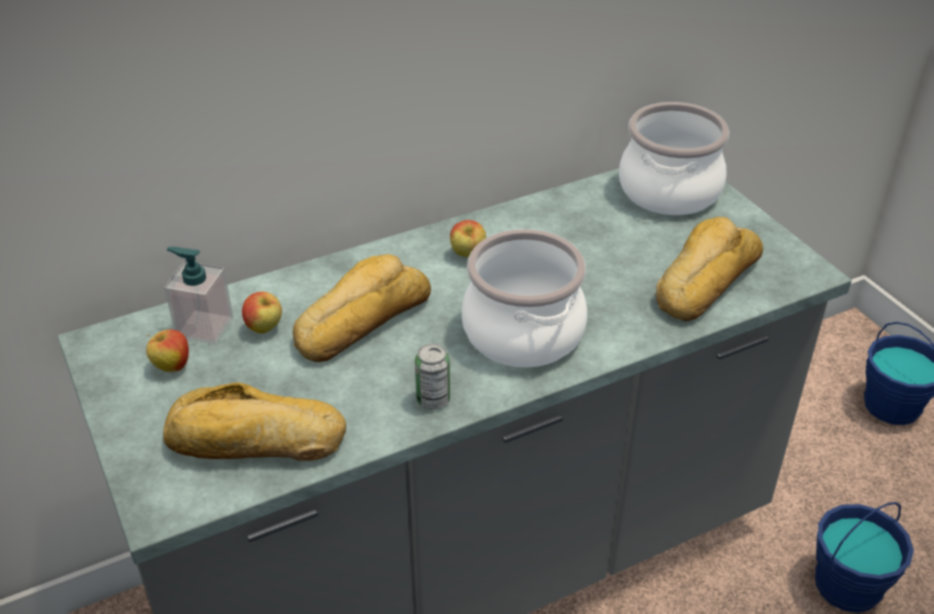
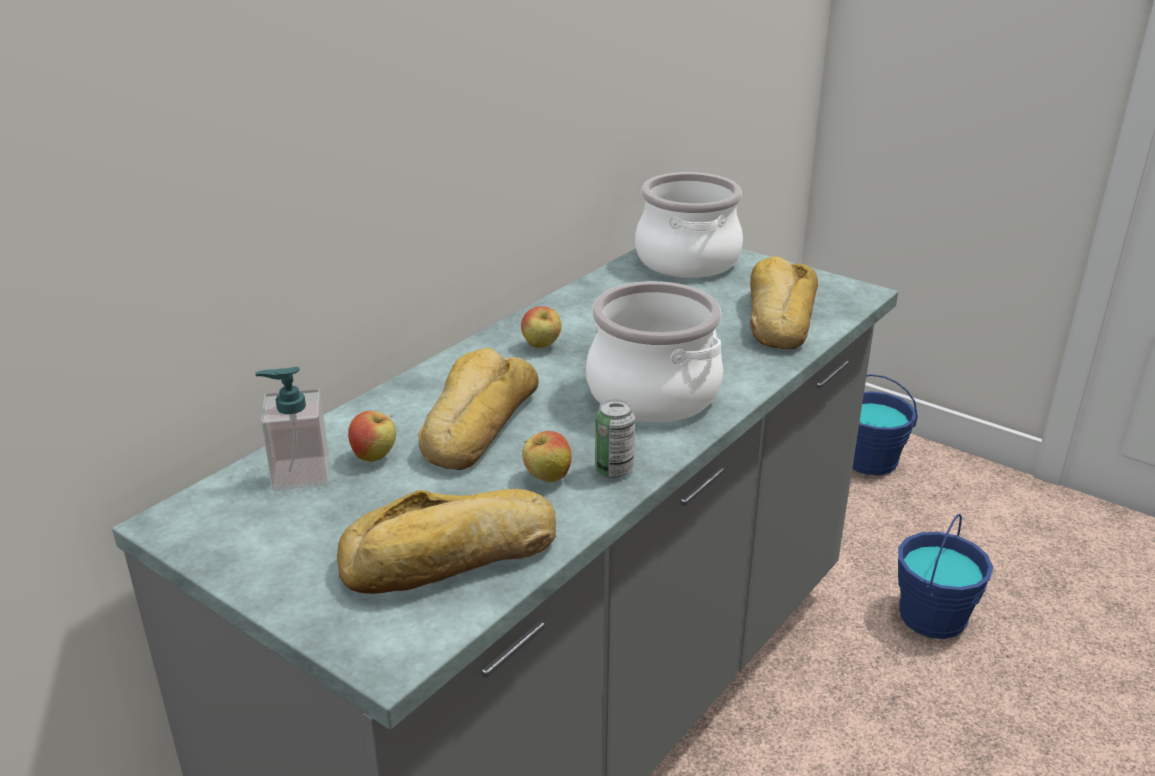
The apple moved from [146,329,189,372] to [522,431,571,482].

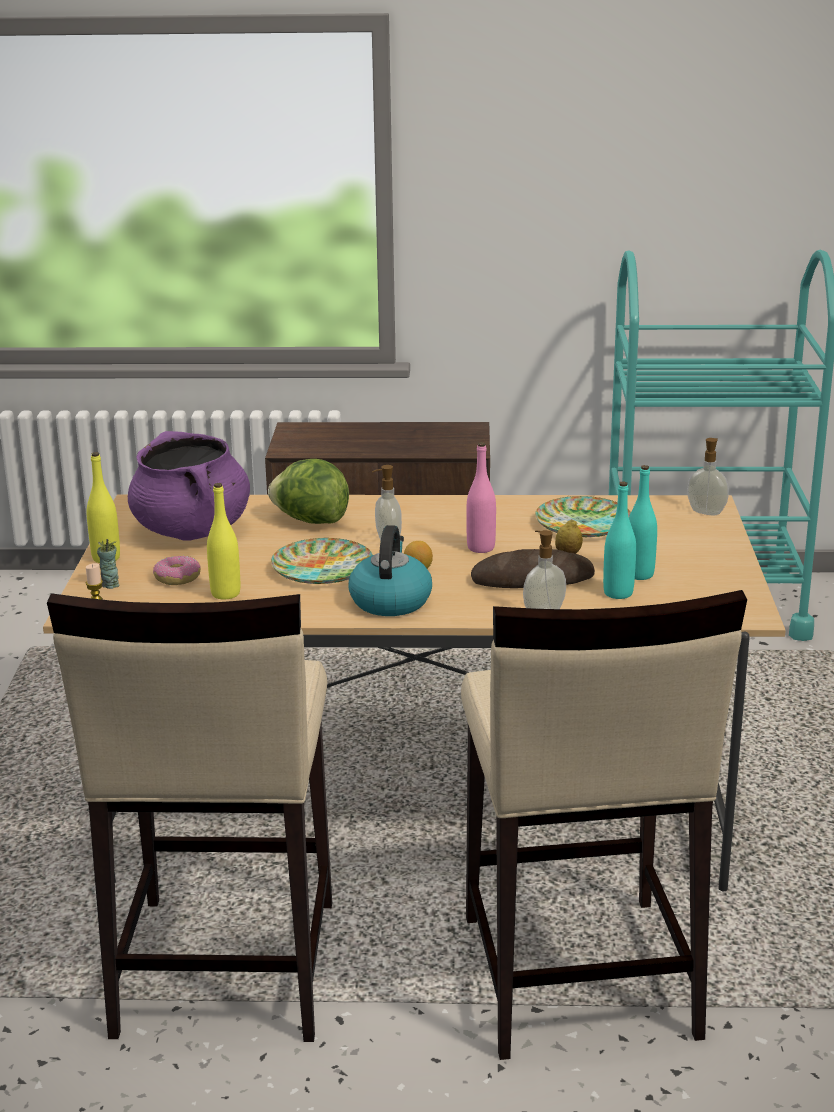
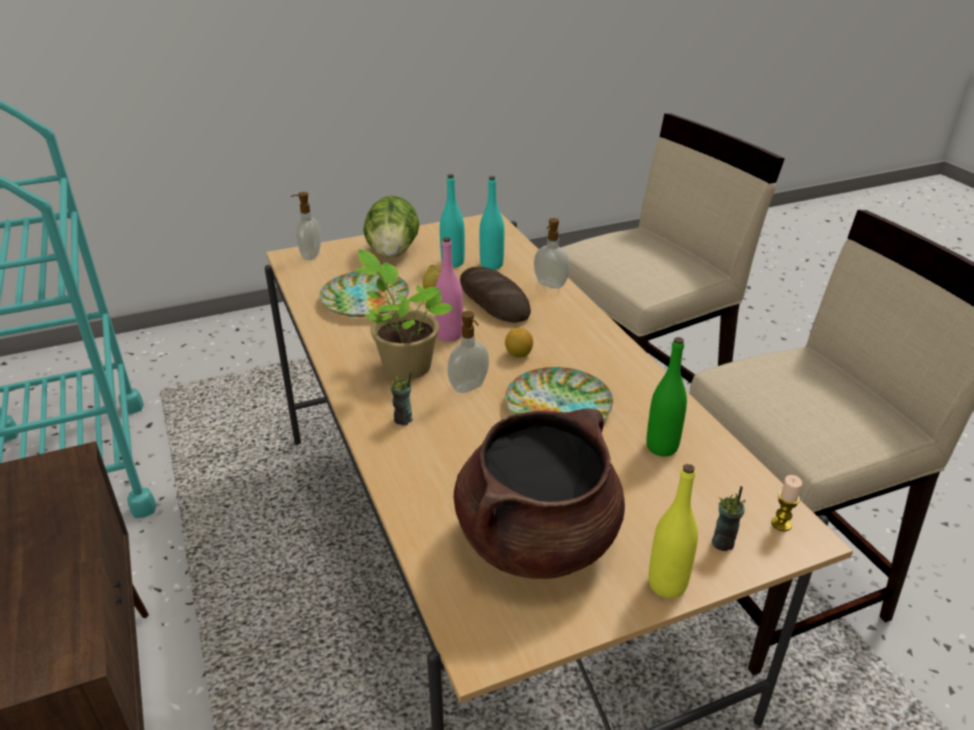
The cooking pot (purple) at [128,431,250,541] became the cooking pot (brown) at [454,409,625,579].
The lettuce moved from [268,459,349,524] to [363,195,419,258].
The bottle (yellow) at [207,483,240,599] became the bottle (green) at [647,337,687,457].
The kettle at [348,525,432,616] disappeared.
The donut at [153,556,201,585] disappeared.
The potted plant at [355,249,454,380] appeared.
The cup at [390,371,413,426] appeared.

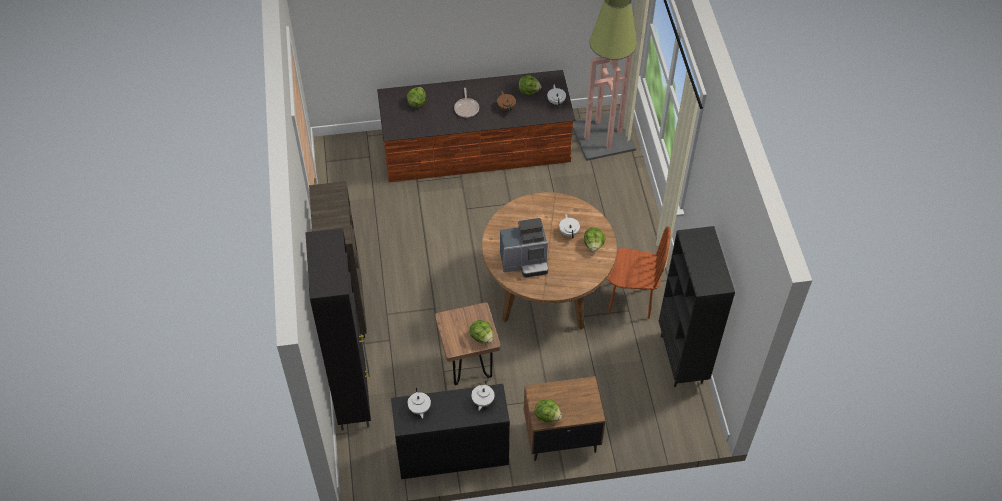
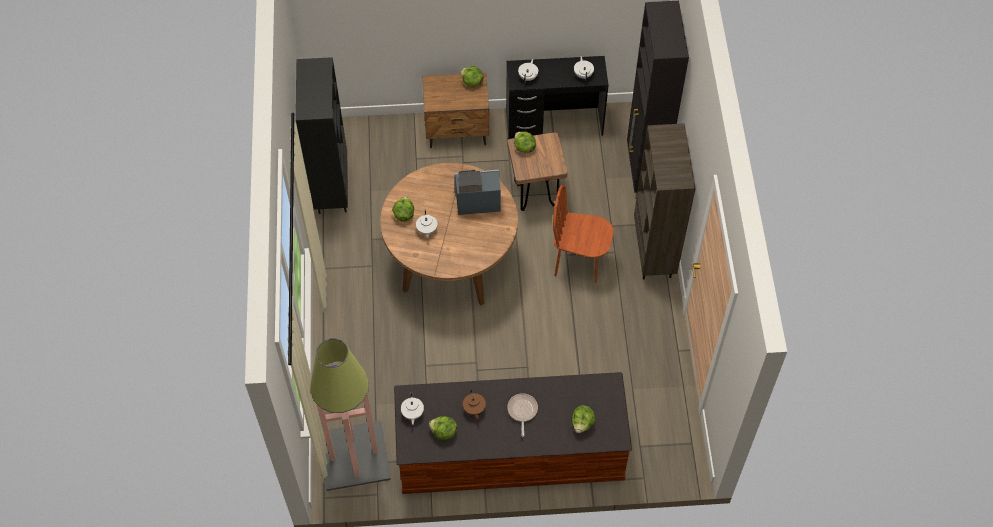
The chair (brown) moved from [607,226,671,319] to [553,184,614,283].

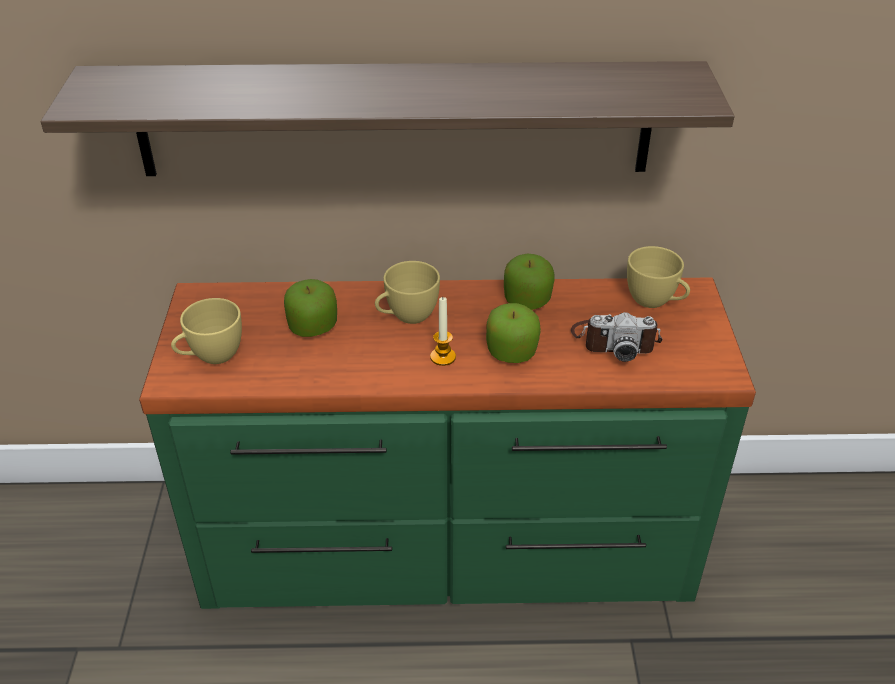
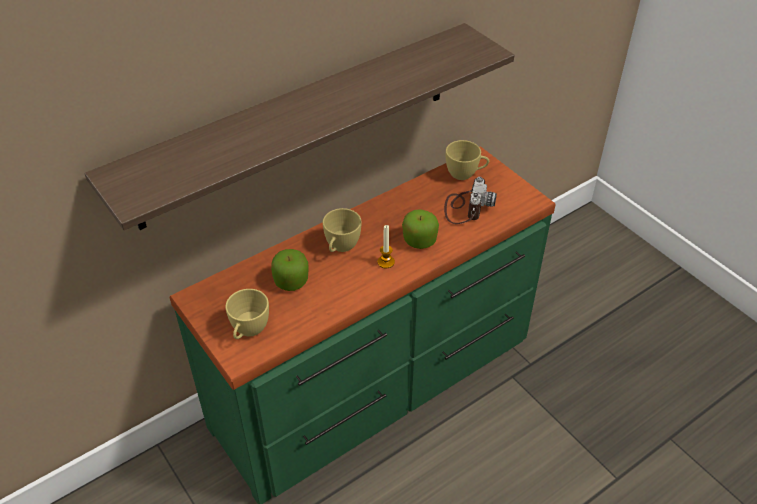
The apple at [504,254,554,310] disappeared.
The photo camera at [571,312,662,362] turned 45 degrees counterclockwise.

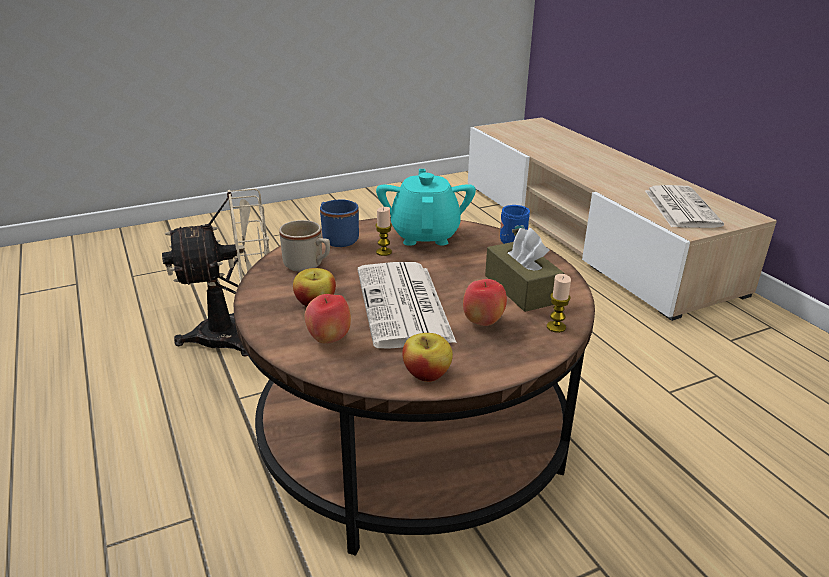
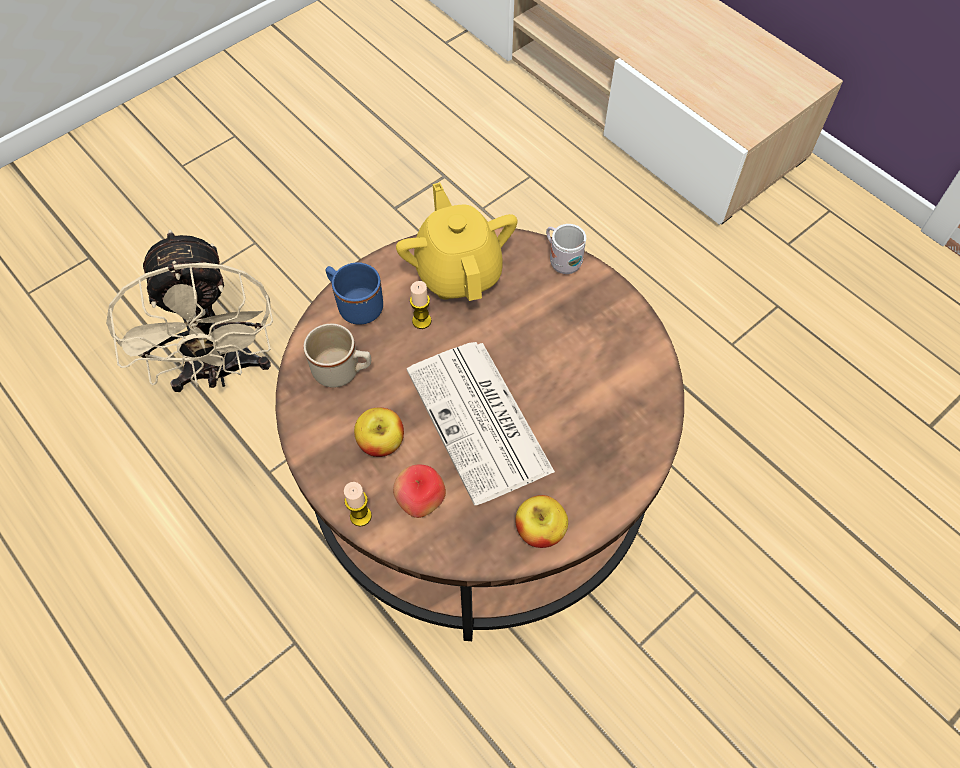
The teapot (turquoise) at [376,169,476,246] became the teapot (yellow) at [396,182,518,301].
The newspaper at [645,185,724,228] disappeared.
The fan (beige) at [162,188,270,356] turned 105 degrees clockwise.
The mug (blue) at [500,205,530,244] became the mug (white) at [546,224,586,274].
The tissue box (brown) at [485,228,565,312] disappeared.
The candle moved from [547,274,571,333] to [344,482,372,527].
The apple at [463,279,507,326] disappeared.

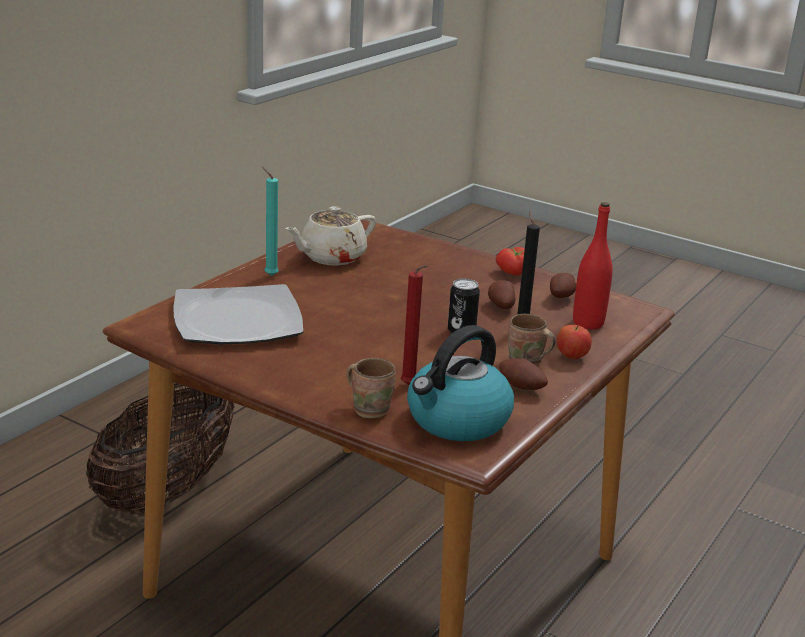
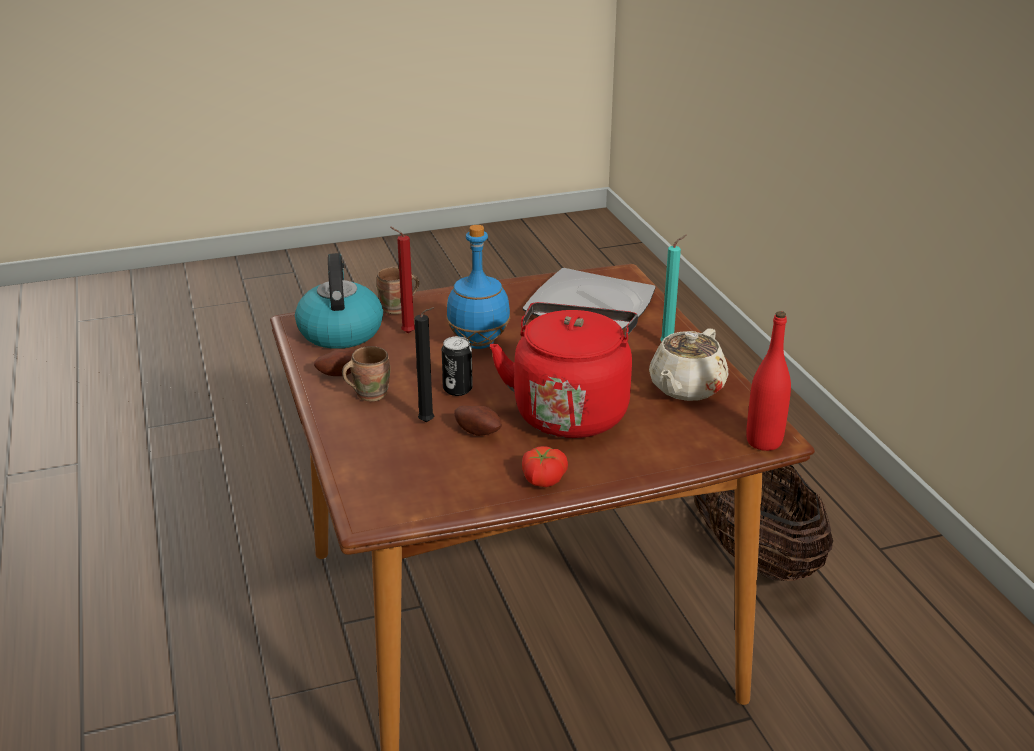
The bottle (red) moved from [573,202,613,329] to [746,311,791,451].
The teapot (beige) at [285,206,376,265] turned 150 degrees counterclockwise.
The potato at [550,273,576,298] disappeared.
The apple at [557,325,592,360] disappeared.
The bottle (blue) at [446,225,510,349] appeared.
The kettle (red) at [490,302,638,438] appeared.

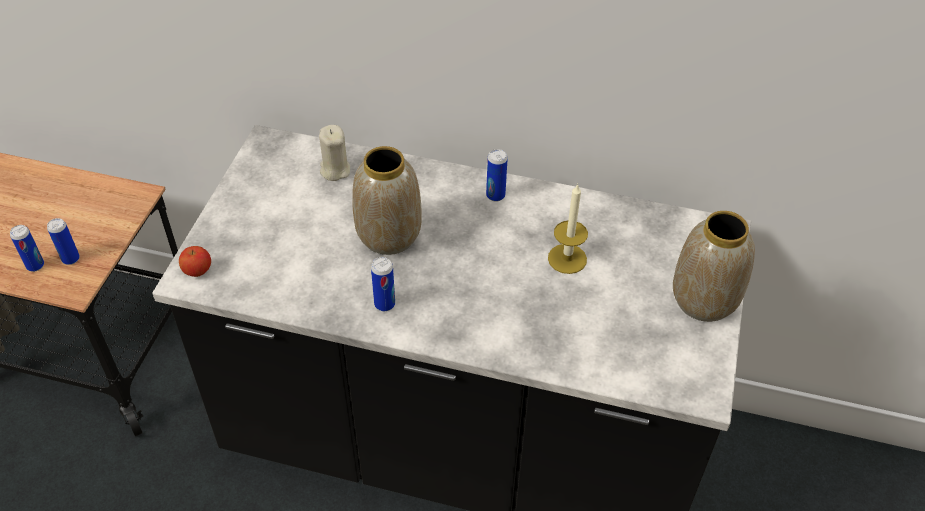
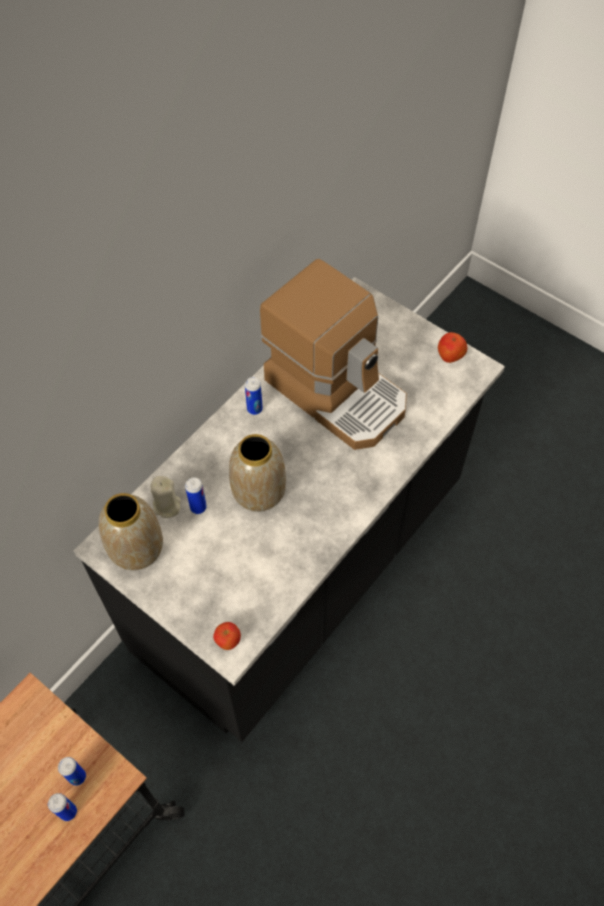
The candle at [548,184,588,274] was replaced by the coffee machine at [260,259,407,450].
The vase moved from [673,211,755,322] to [99,493,163,570].
The can moved from [371,257,395,311] to [185,477,207,514].
The apple at [438,332,467,363] appeared.

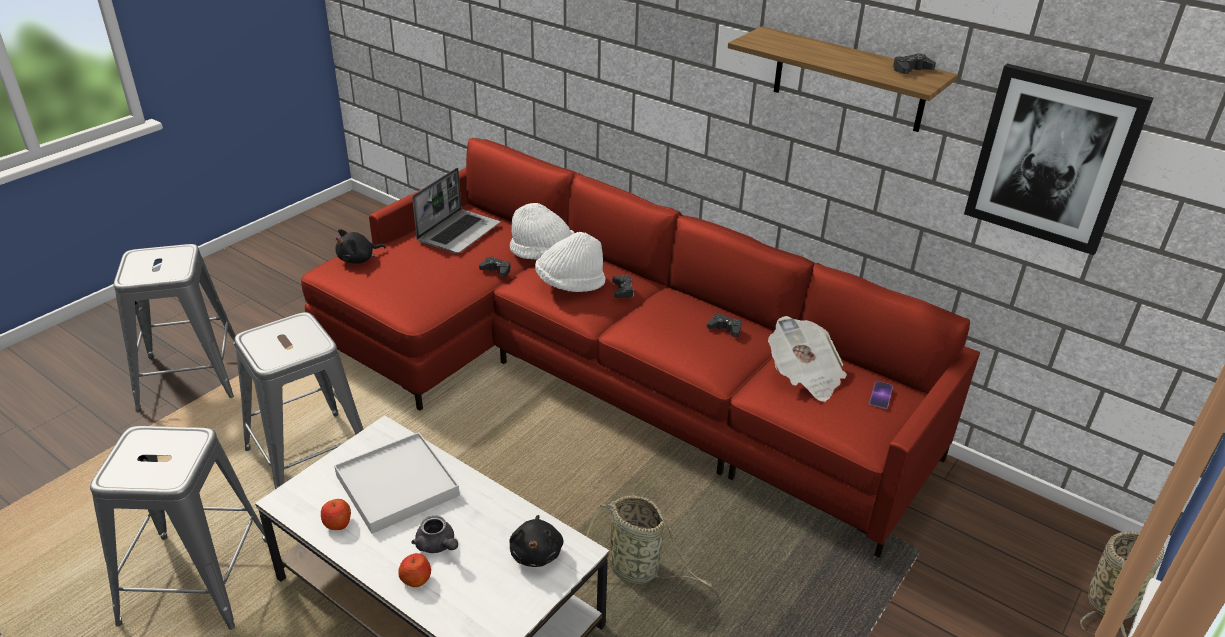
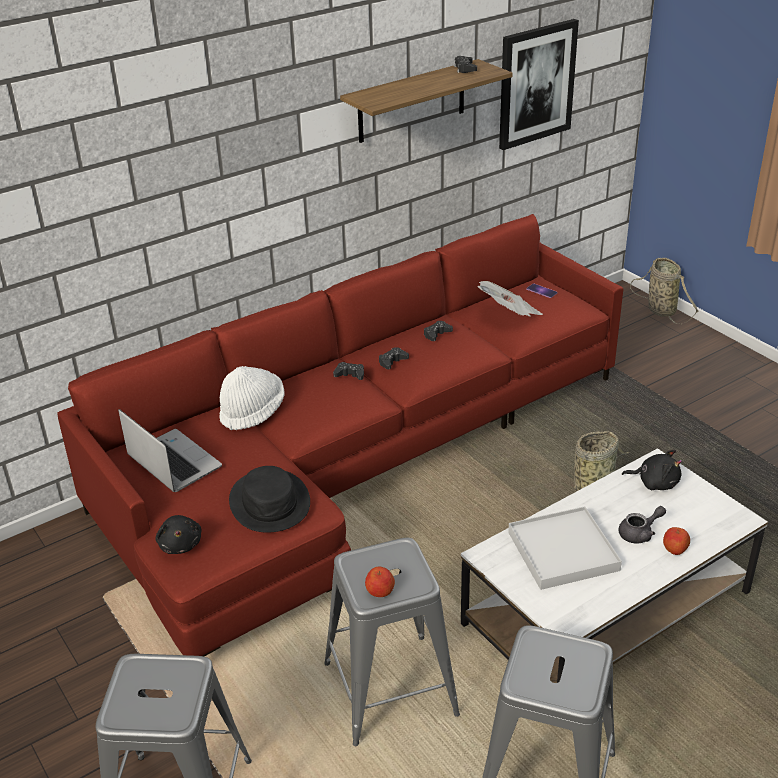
The hat (white) at [535,232,606,292] disappeared.
The game controller (black) moved from [479,257,511,277] to [379,347,409,369].
The apple moved from [321,499,351,530] to [365,567,395,597].
The hat (black) at [229,466,310,533] appeared.

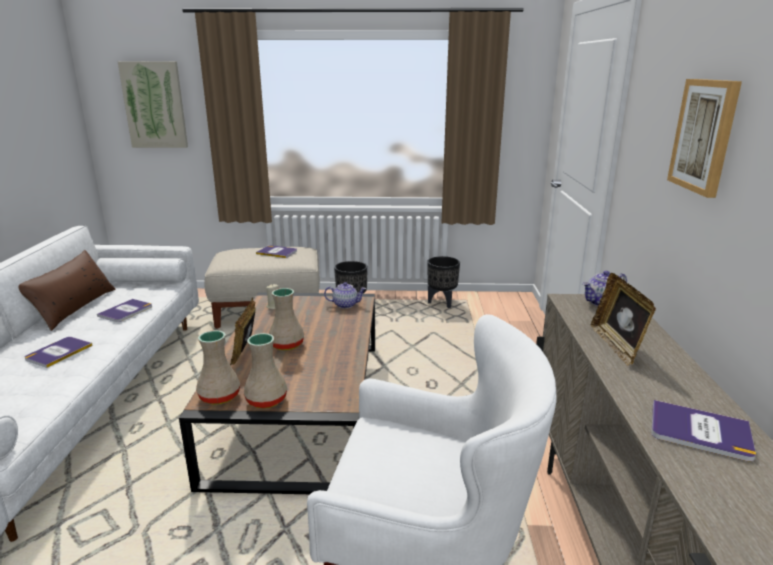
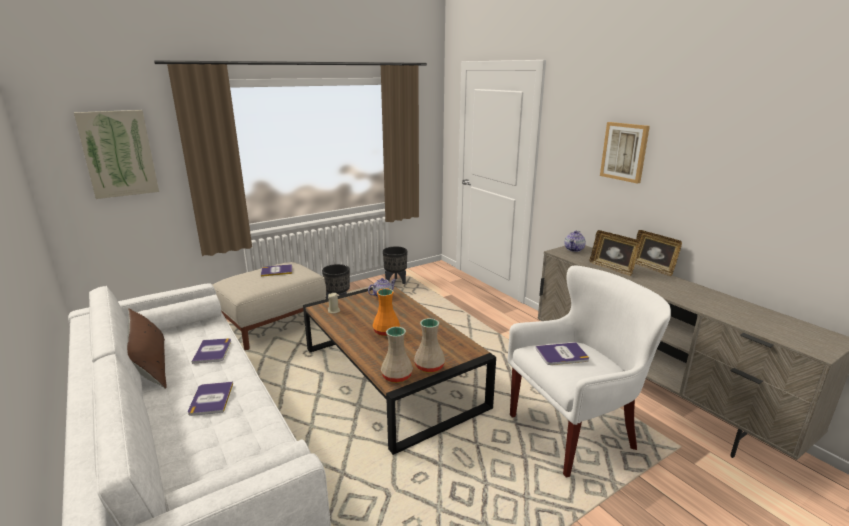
The vase (beige) at [269,288,304,351] became the vase (orange) at [373,289,400,337].
The picture frame moved from [230,298,256,366] to [635,230,682,276].
The book moved from [651,400,756,462] to [535,342,589,365].

